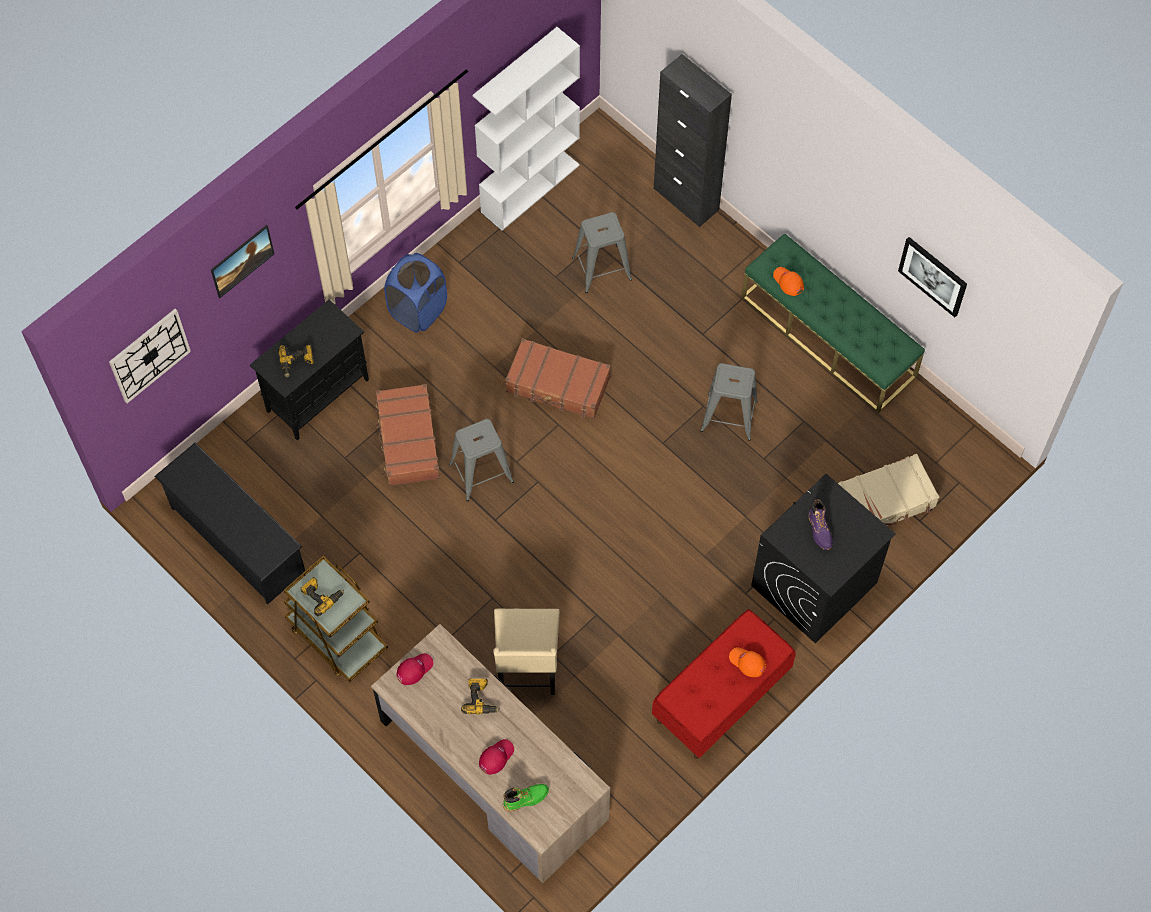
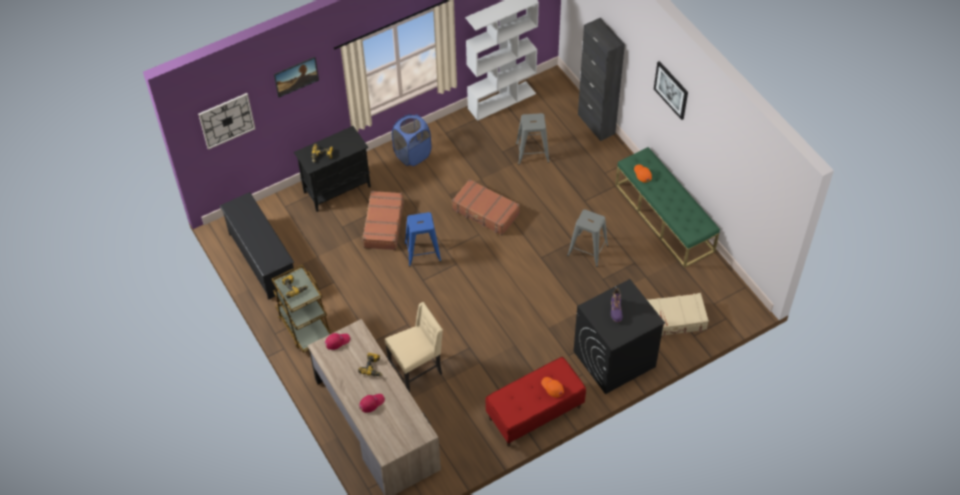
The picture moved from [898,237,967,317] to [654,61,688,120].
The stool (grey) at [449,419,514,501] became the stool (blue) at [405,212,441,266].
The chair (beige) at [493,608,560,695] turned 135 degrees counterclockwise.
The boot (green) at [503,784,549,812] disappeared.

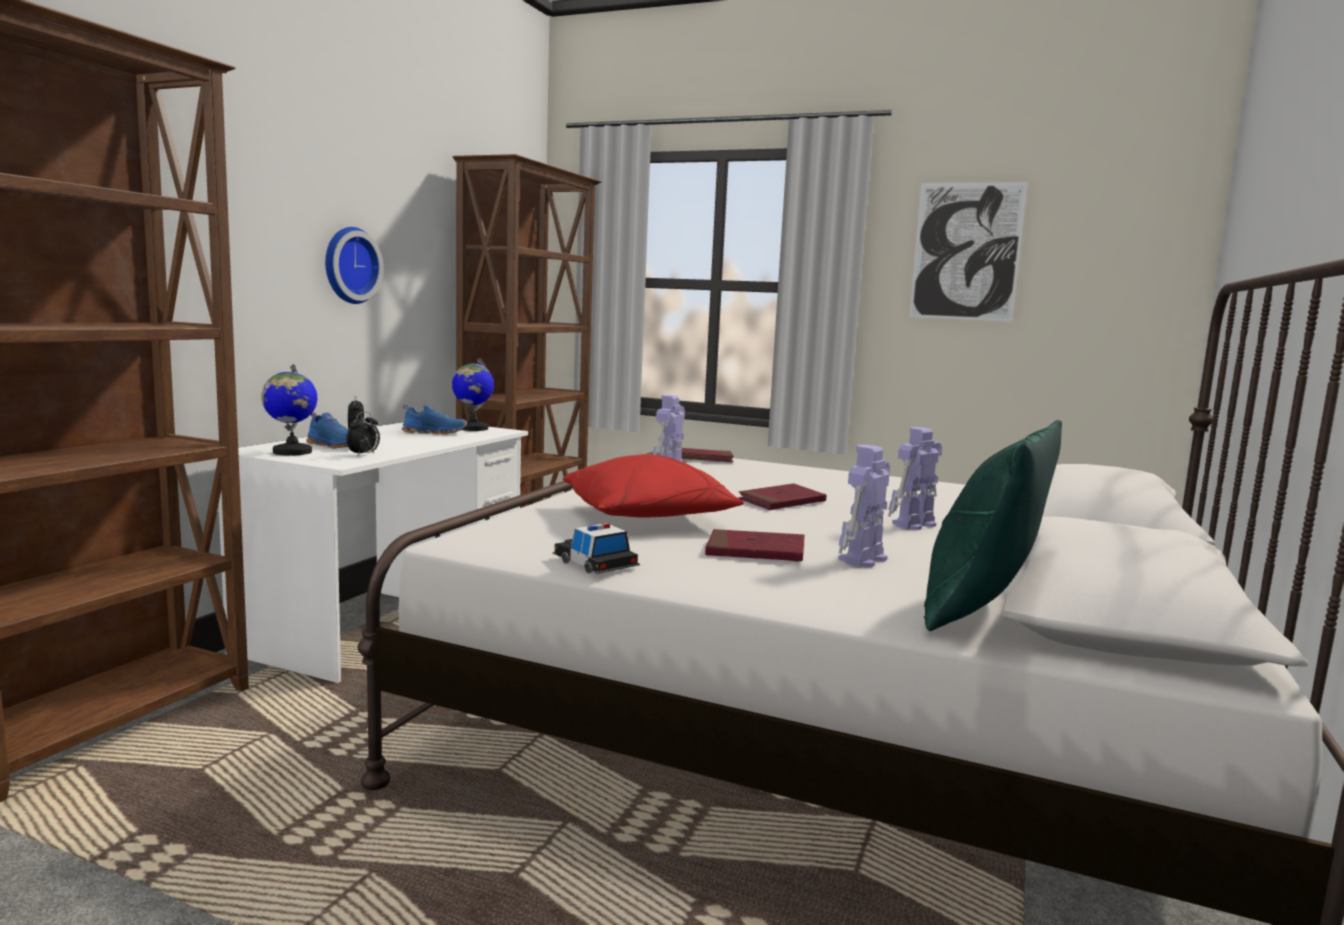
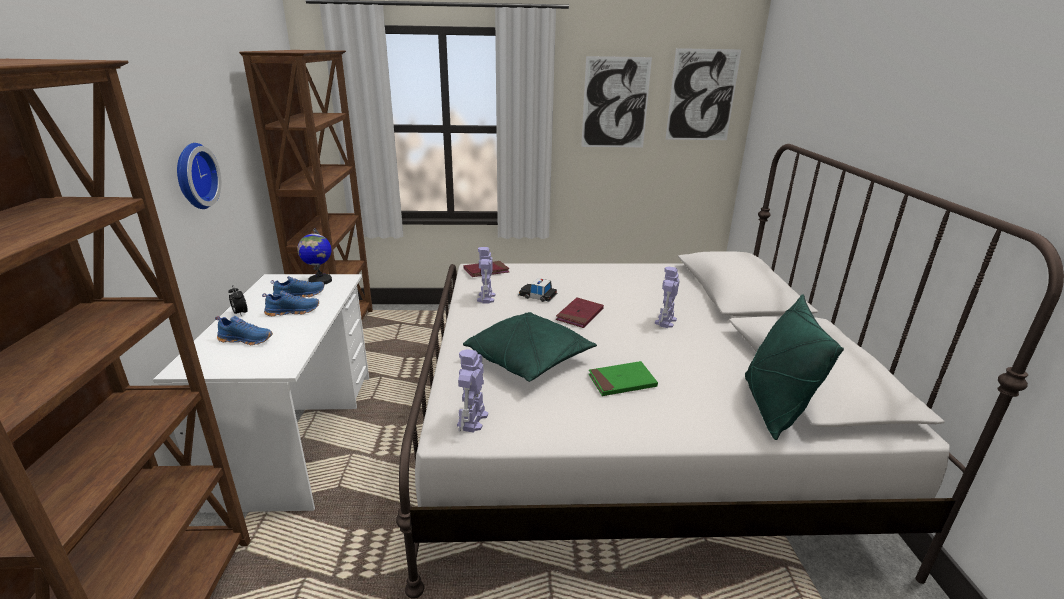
The globe at [262,364,317,456] disappeared.
The alarm clock at [346,412,380,457] disappeared.
The toy robot moved from [838,445,890,567] to [457,349,488,433].
The pillow (red) at [563,454,744,518] became the pillow (green) at [463,312,597,382].
The toy car moved from [553,523,640,574] to [519,278,558,302].
The book (red) at [705,529,805,562] became the book (green) at [589,361,658,396].
The picture at [665,48,741,140] appeared.
The shoe (blue) at [262,291,319,316] appeared.

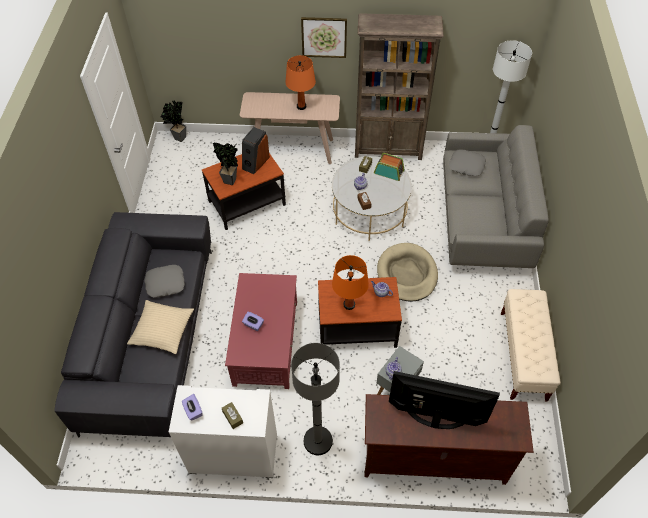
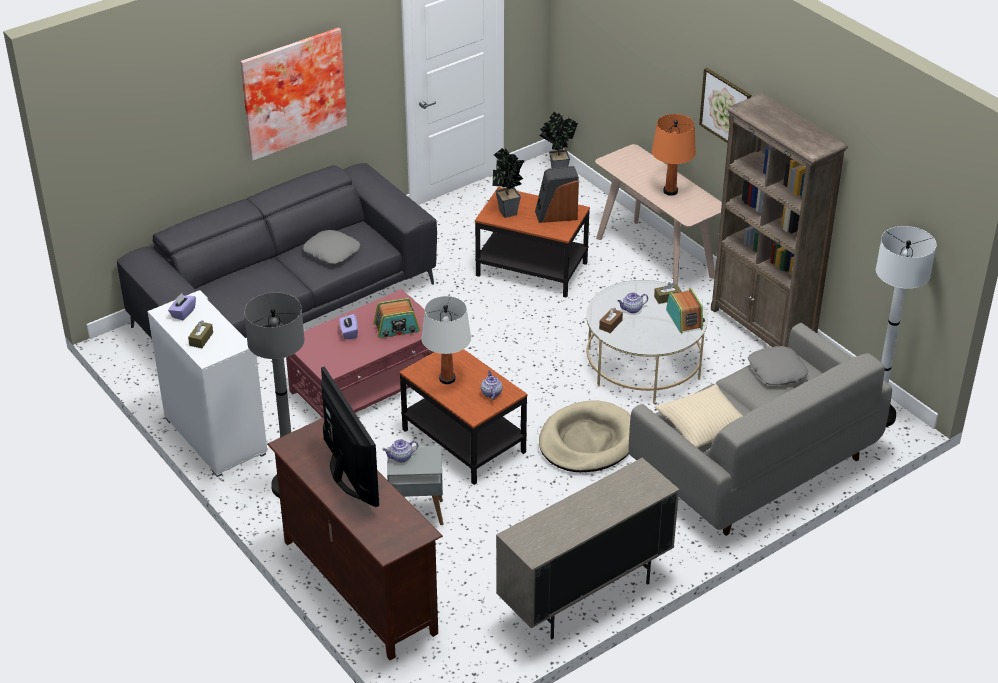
The table lamp (orange) at [332,255,369,310] became the table lamp (white) at [422,296,471,384].
The bench (beige) at [501,289,561,401] was replaced by the cabinet (beige) at [496,458,679,639].
The pillow (beige) moved from [127,300,194,354] to [655,384,743,448].
The picture at [240,28,347,161] appeared.
The radio at [374,298,420,338] appeared.

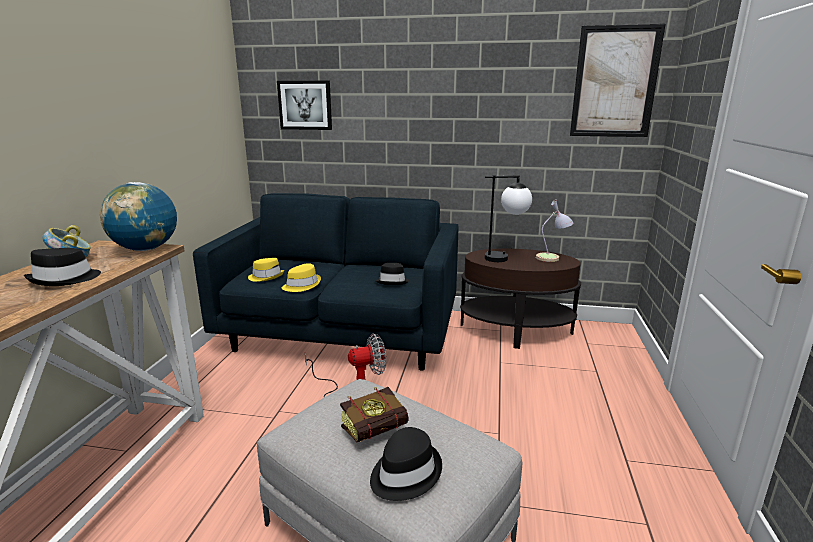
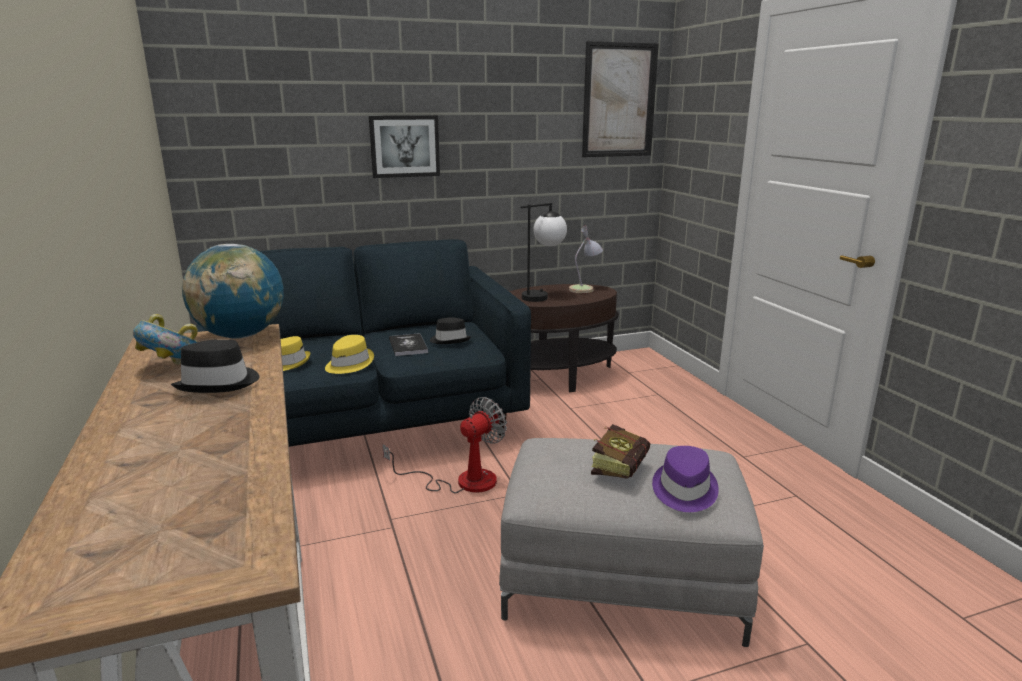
The picture moved from [277,81,332,130] to [369,115,440,178].
The hat (black) at [370,427,442,501] became the hat (purple) at [652,446,719,512].
The book at [389,333,428,356] appeared.

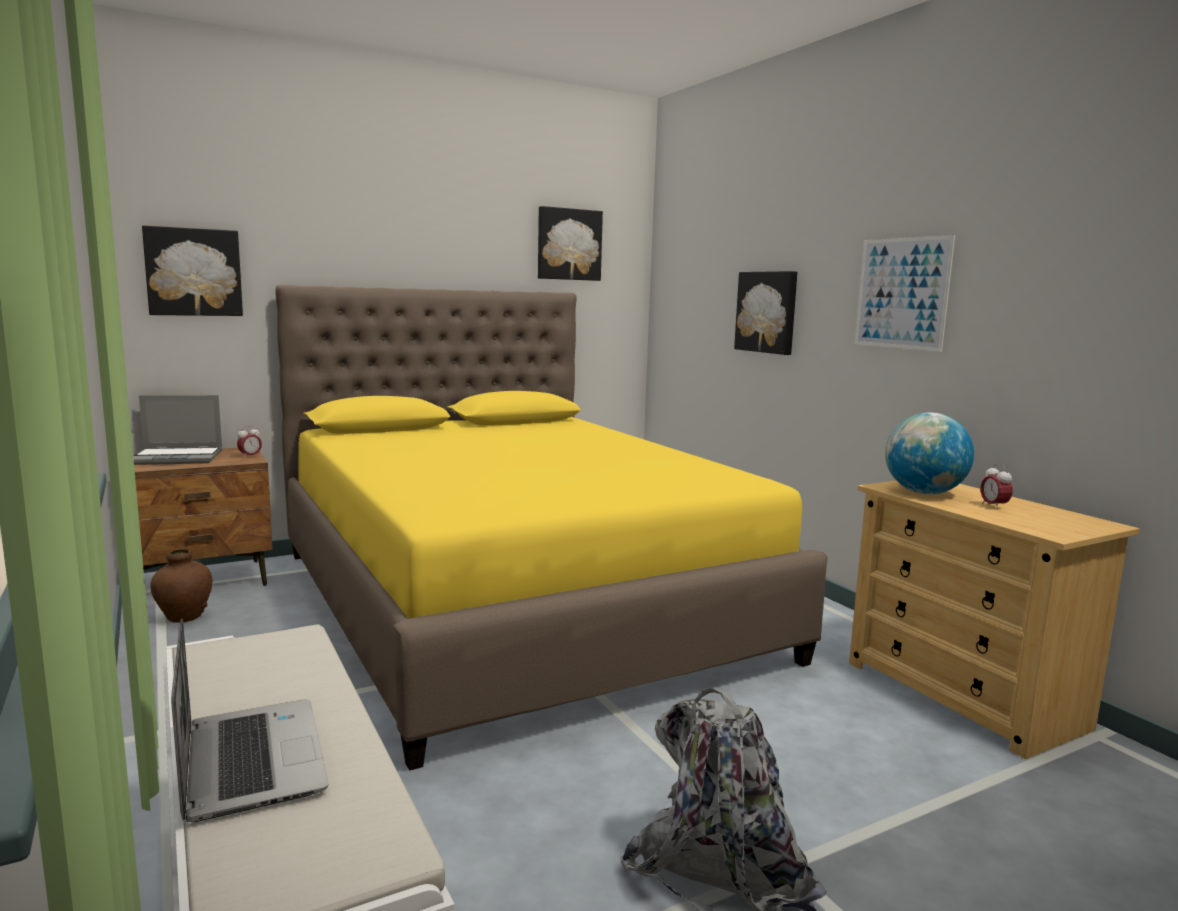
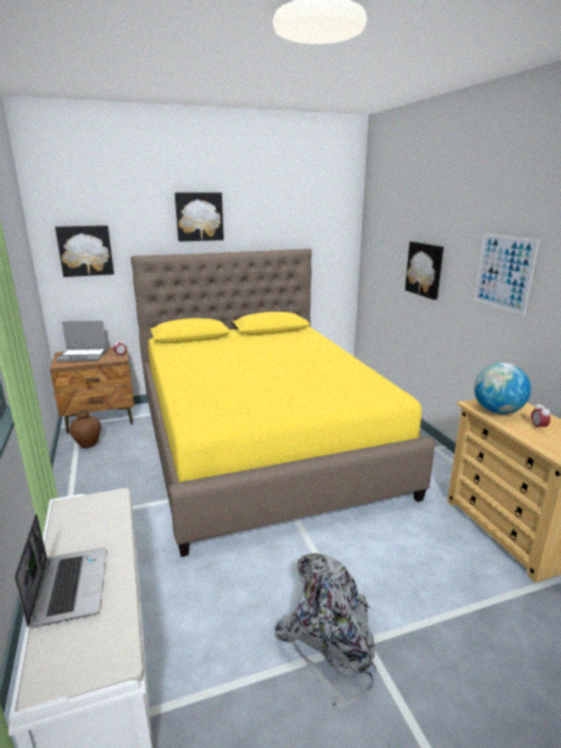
The picture moved from [538,206,603,281] to [175,192,224,242].

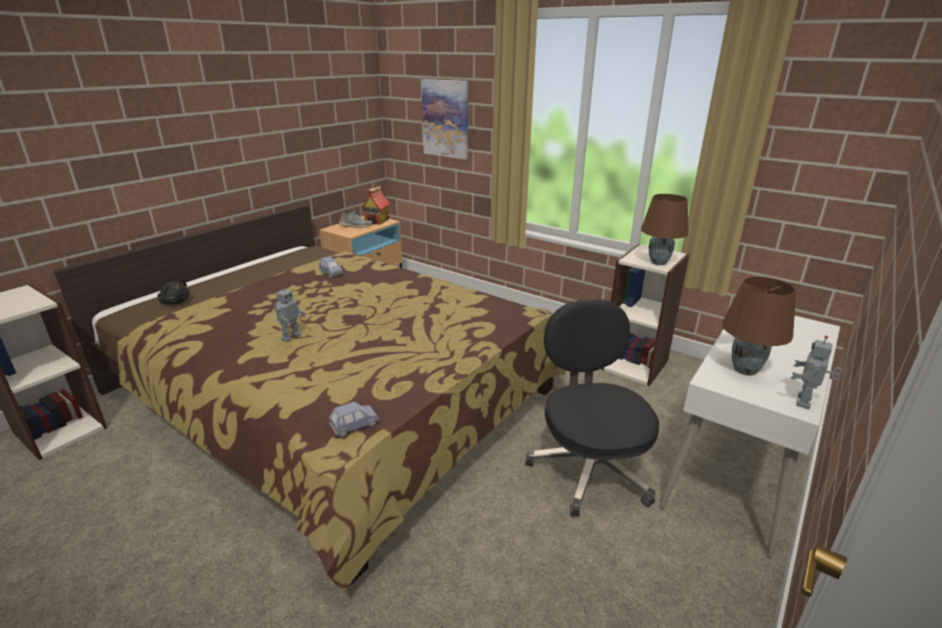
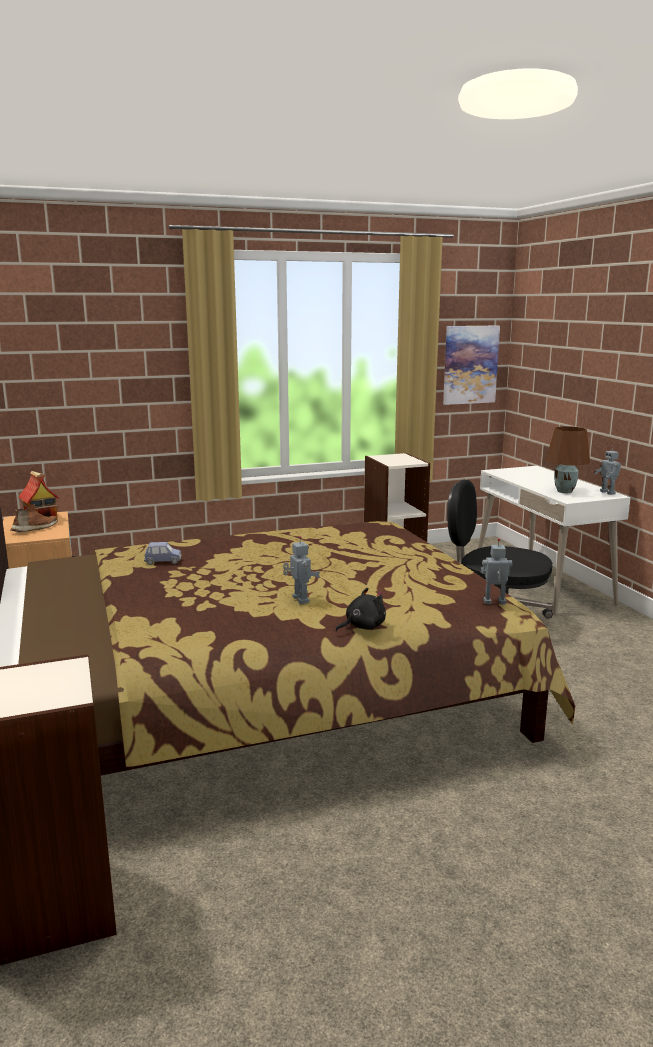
The picture moved from [421,79,468,159] to [443,326,500,405].
The table lamp (brown) at [641,194,688,265] disappeared.
The shoe (grey) at [338,209,373,228] became the shoe (brown) at [11,504,58,532].
The plush toy (black) moved from [157,279,190,305] to [335,588,386,632].
The toy car (blue) at [329,402,379,437] was replaced by the toy robot at [481,538,512,604].

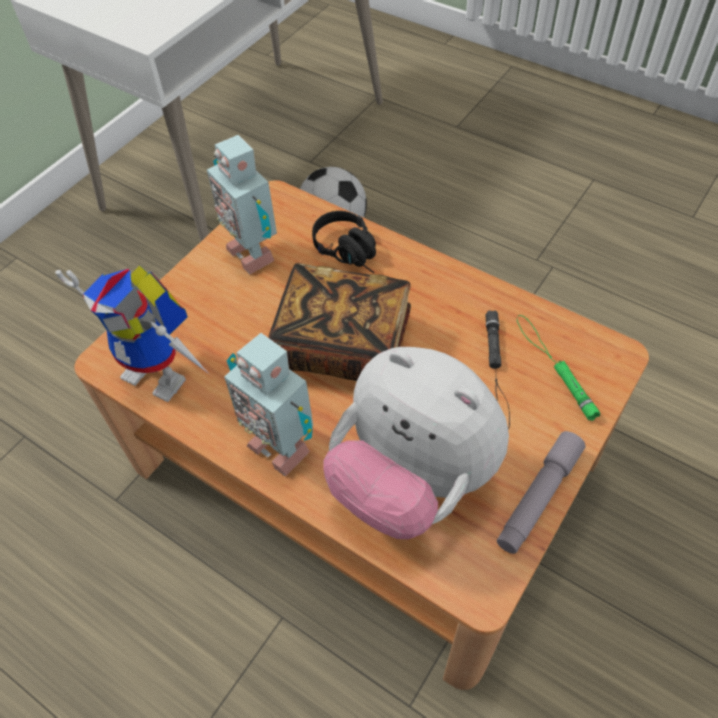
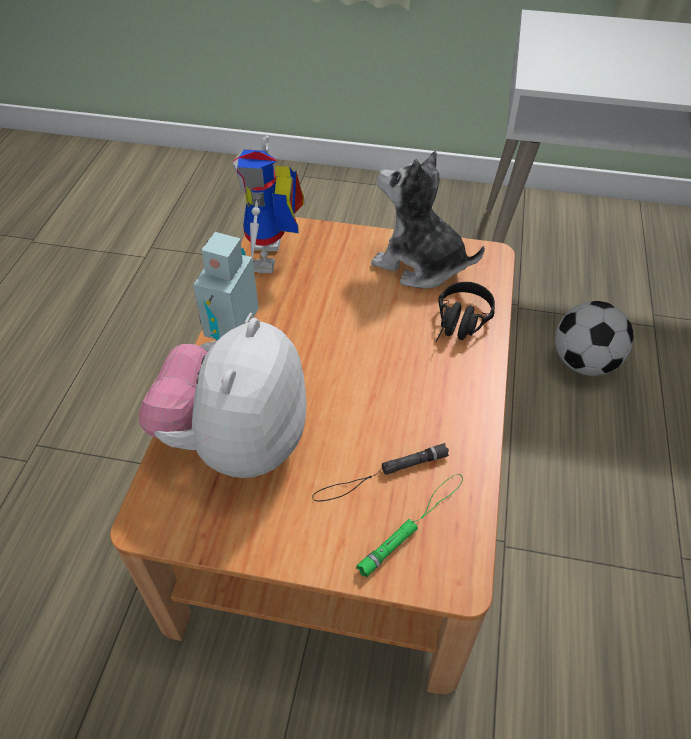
The toy robot at [207,135,277,275] was replaced by the plush toy at [371,151,485,289].
The book at [268,263,411,381] disappeared.
The flashlight (grey) at [497,431,586,554] disappeared.

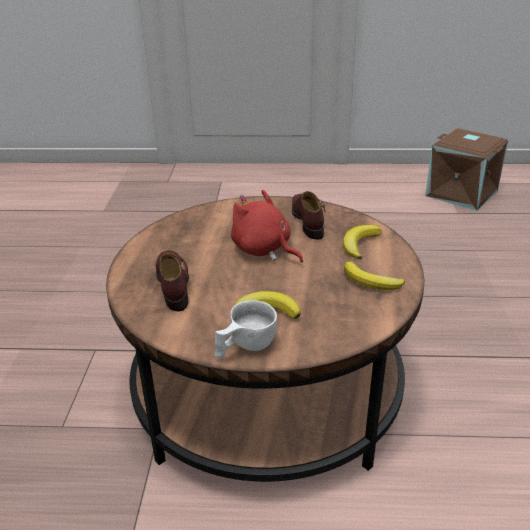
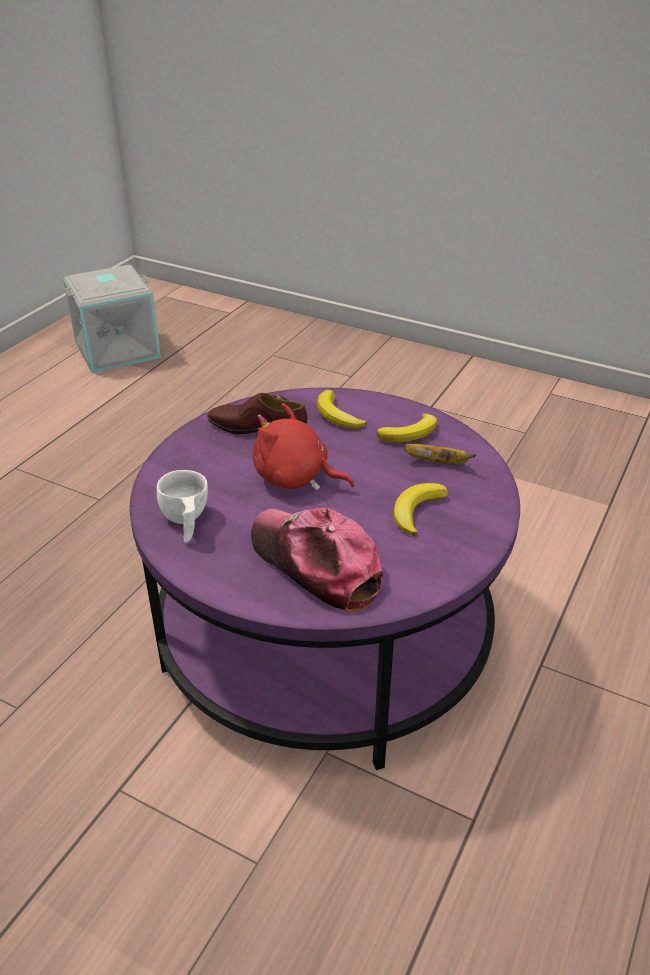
The storage box (brown) at [425,128,508,211] became the storage box (grey) at [63,265,161,373].
The plush toy (red) at [231,190,303,263] turned 45 degrees clockwise.
The coffee table (brown) at [106,196,424,482] became the coffee table (purple) at [130,387,520,770].
The shoe (brown) at [156,250,189,311] was replaced by the cap at [251,508,383,613].
The cup (white) moved from [215,300,277,358] to [157,470,208,542].
The banana at [404,444,476,464] appeared.

